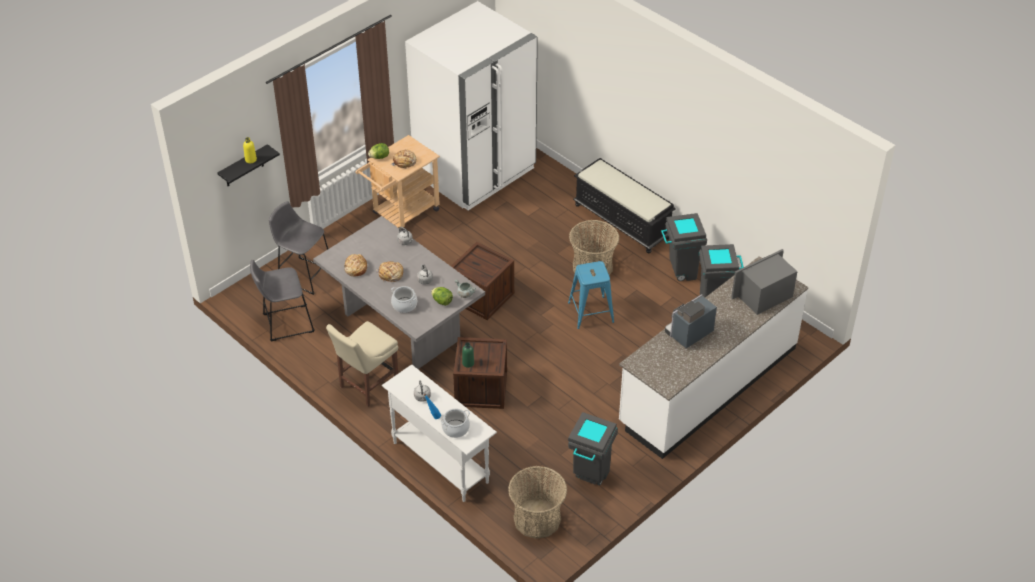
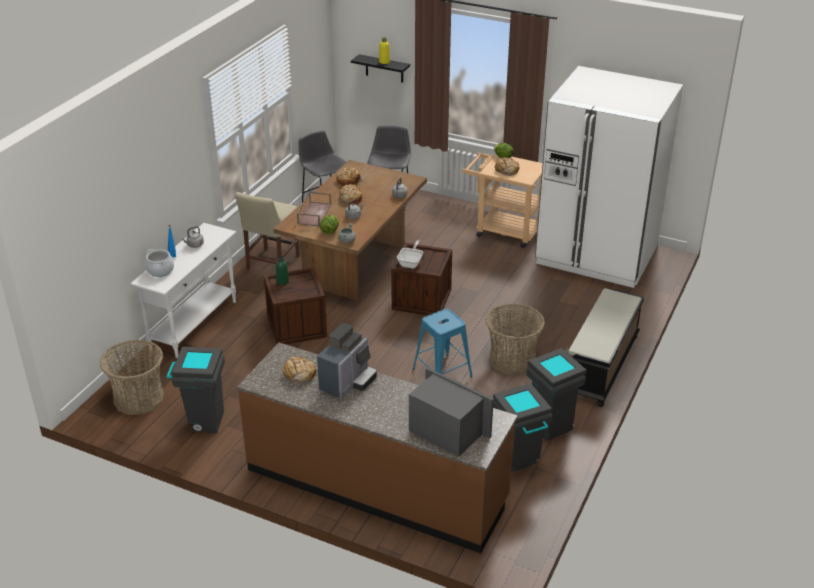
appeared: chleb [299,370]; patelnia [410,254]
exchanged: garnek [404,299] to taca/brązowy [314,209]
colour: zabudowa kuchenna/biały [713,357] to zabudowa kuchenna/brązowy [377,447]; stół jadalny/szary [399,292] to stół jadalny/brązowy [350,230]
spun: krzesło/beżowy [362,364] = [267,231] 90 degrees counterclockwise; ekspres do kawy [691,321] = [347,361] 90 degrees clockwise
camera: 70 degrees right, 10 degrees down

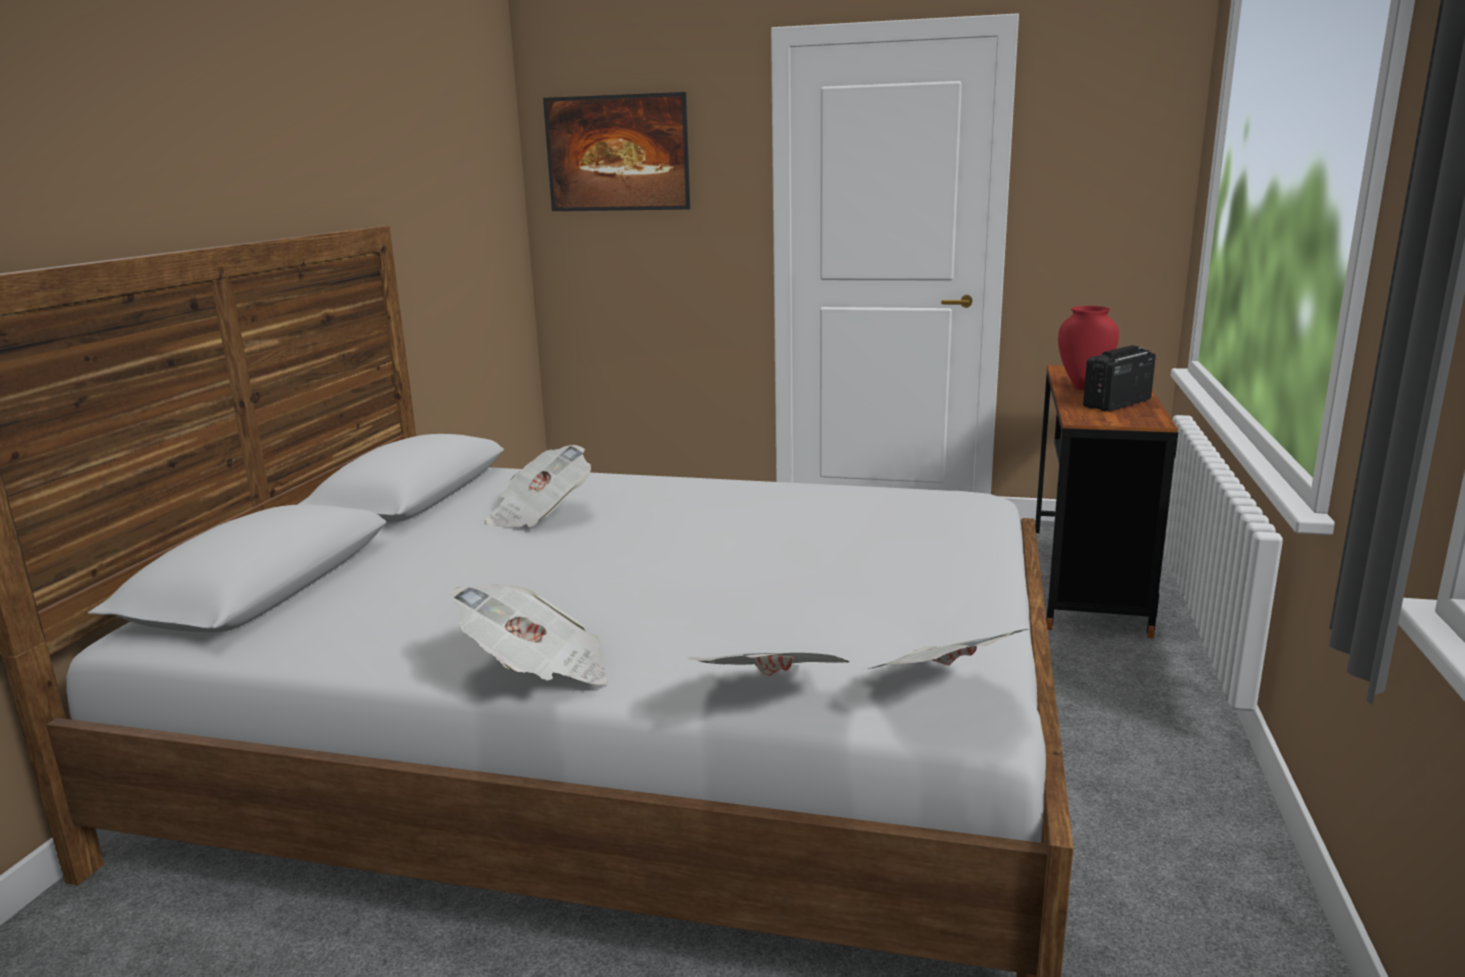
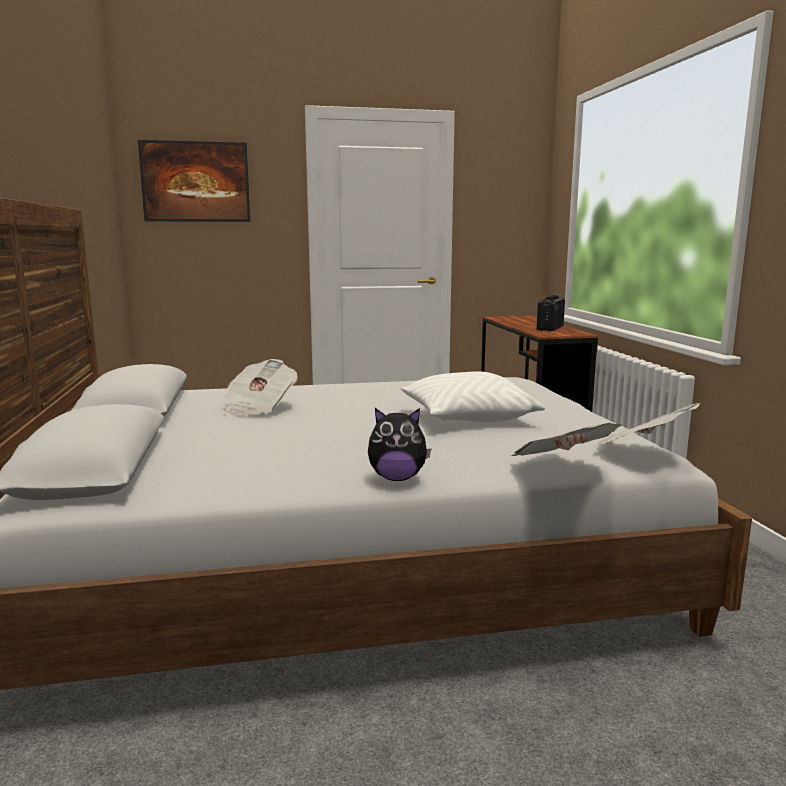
missing: wazon/czerwony [1088,348]
appeared: poduszka/biały [472,396]
exchanged: gazeta [529,634] to pluszak [400,444]
camera: 25 degrees left, 5 degrees down

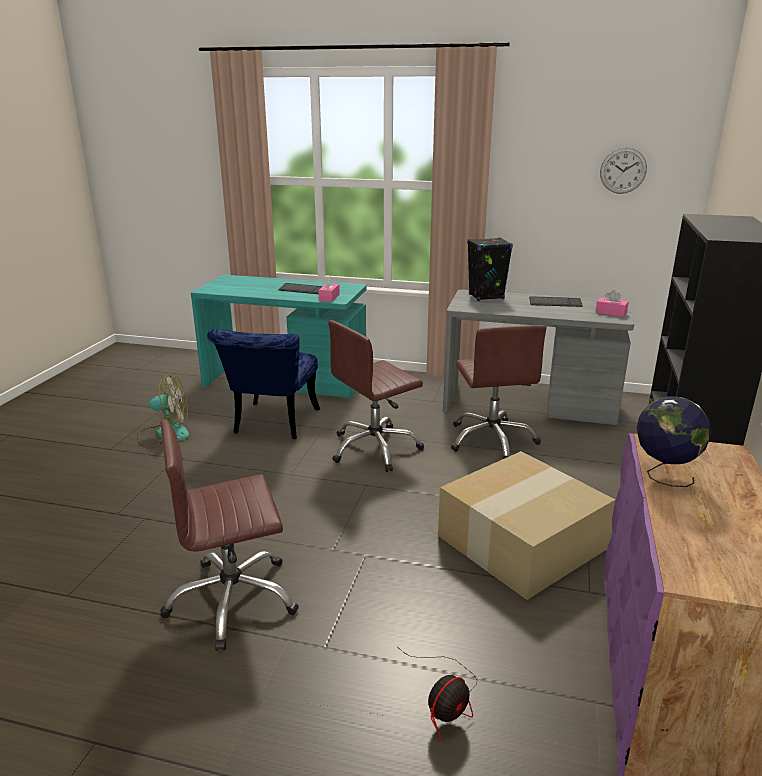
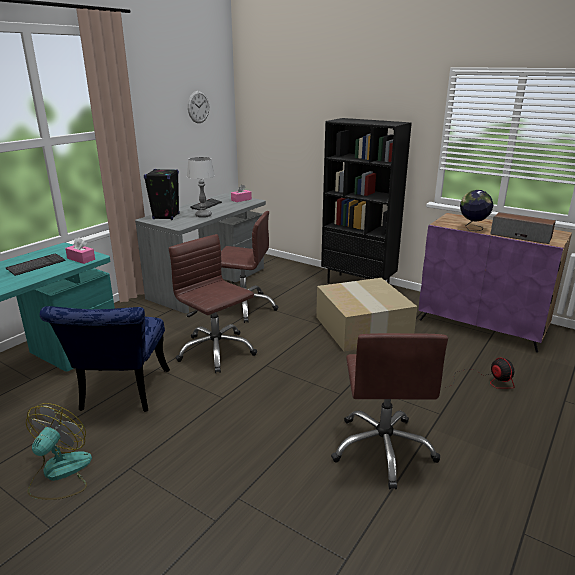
appeared: lampa stołowa [201,187]; głośnik [523,228]
spun: krzesło/niebieski [263,384] = [104,359] 60 degrees clockwise; krzesło biurowe/brązowy [376,396] = [213,303] 150 degrees clockwise
camera: 70 degrees left, 0 degrees up

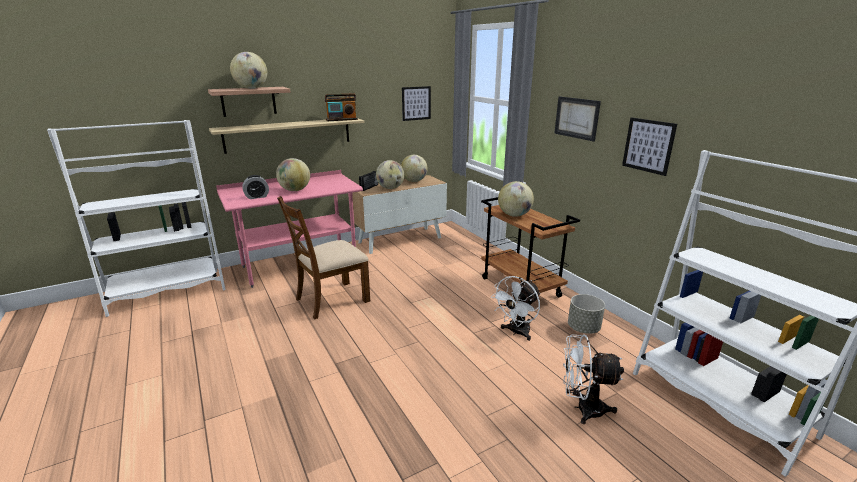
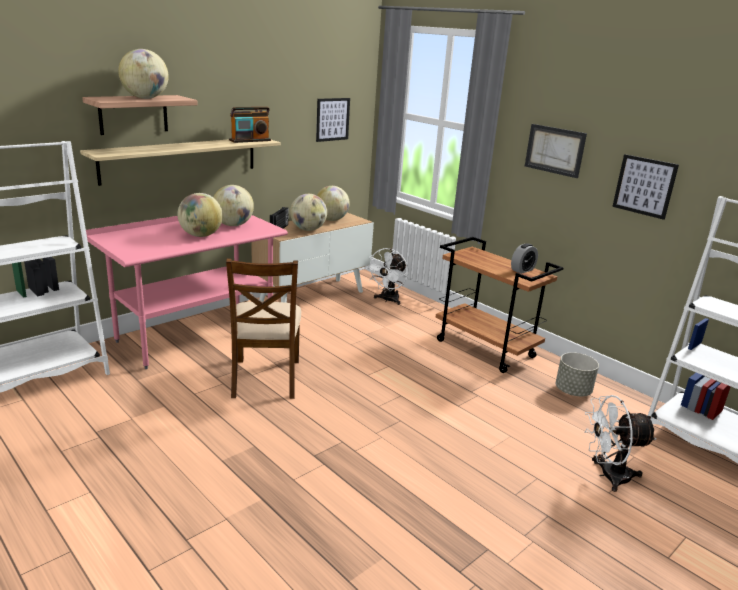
relocated: globus [516,199] to [233,205]; wentylator/biały [515,308] to [387,276]; budzik [255,187] to [524,258]
spun: krzesło/brązowy [323,258] = [263,328] 45 degrees counterclockwise
camera: 15 degrees left, 0 degrees up

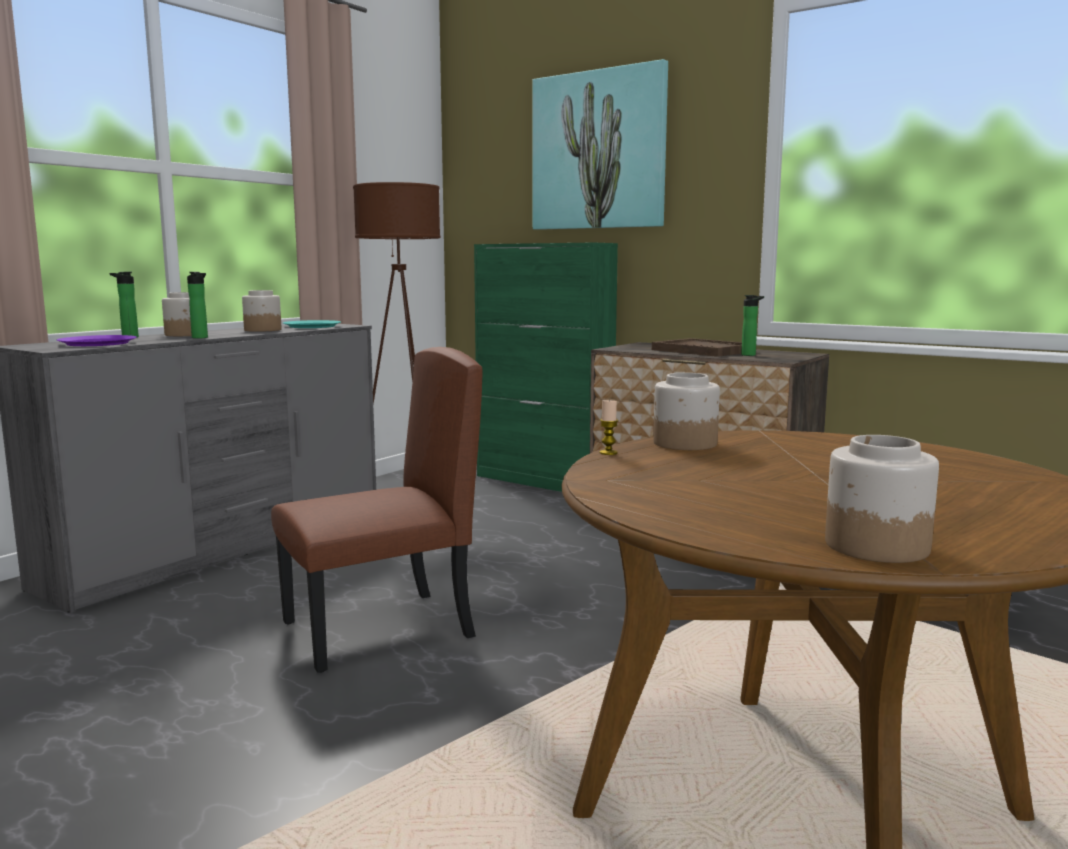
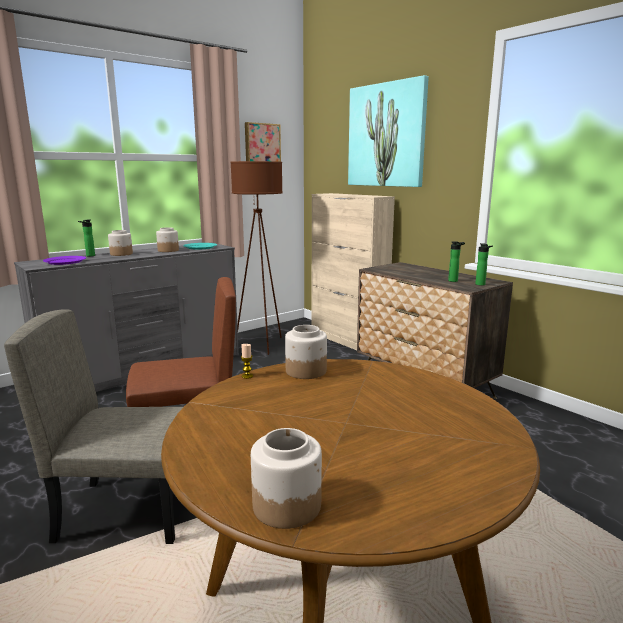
missing: taca/brązowy [697,347]
appeared: krzesło/beżowy [93,426]; obraz [263,142]
relocated: butelka [197,305] to [484,264]
colour: szafka/zielony [546,367] to szafka/beżowy [353,271]
camera: 15 degrees right, 5 degrees up

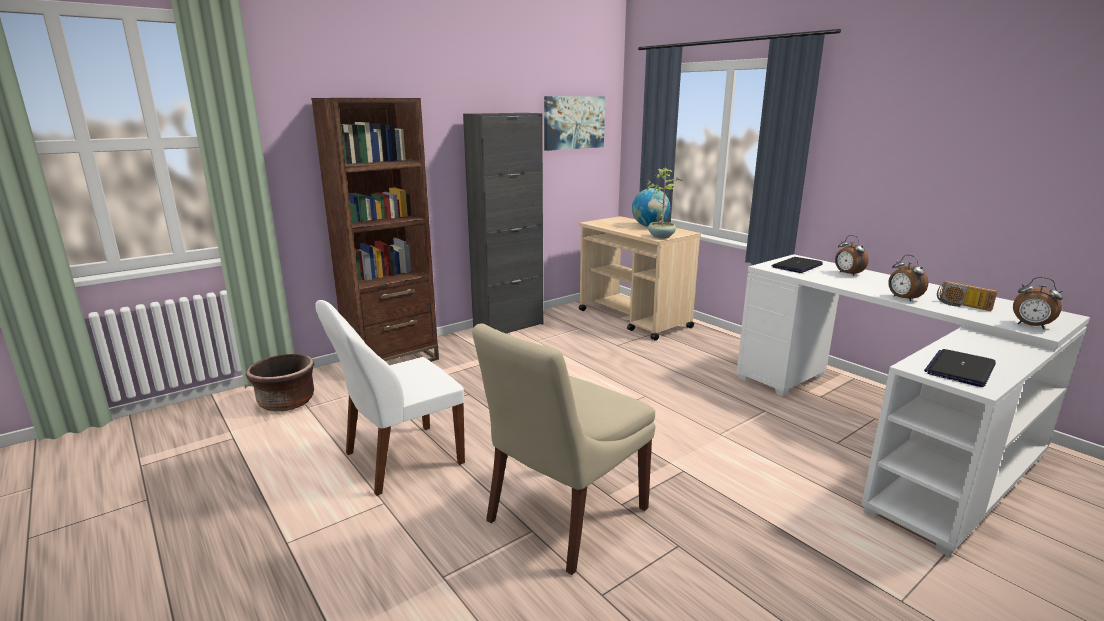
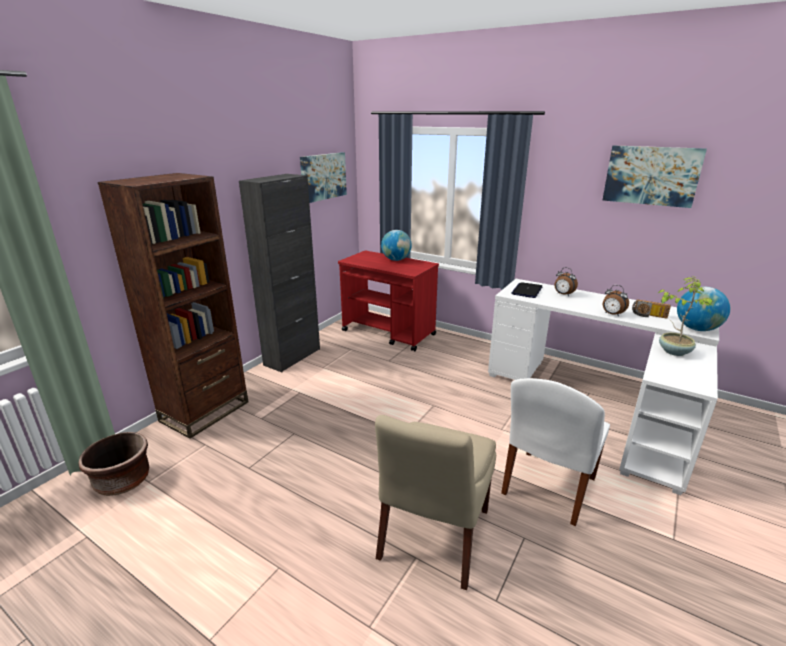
missing: laptop [960,368]
appeared: obraz [655,176]
relocated: krzesło/biały [390,398] to [555,452]; roślina doniczkowa [663,203] to [685,316]
exchanged: budzik [1038,303] to globus [703,309]
colour: wózek/beżowy [640,278] to wózek/czerwony [388,301]
camera: 20 degrees left, 5 degrees up

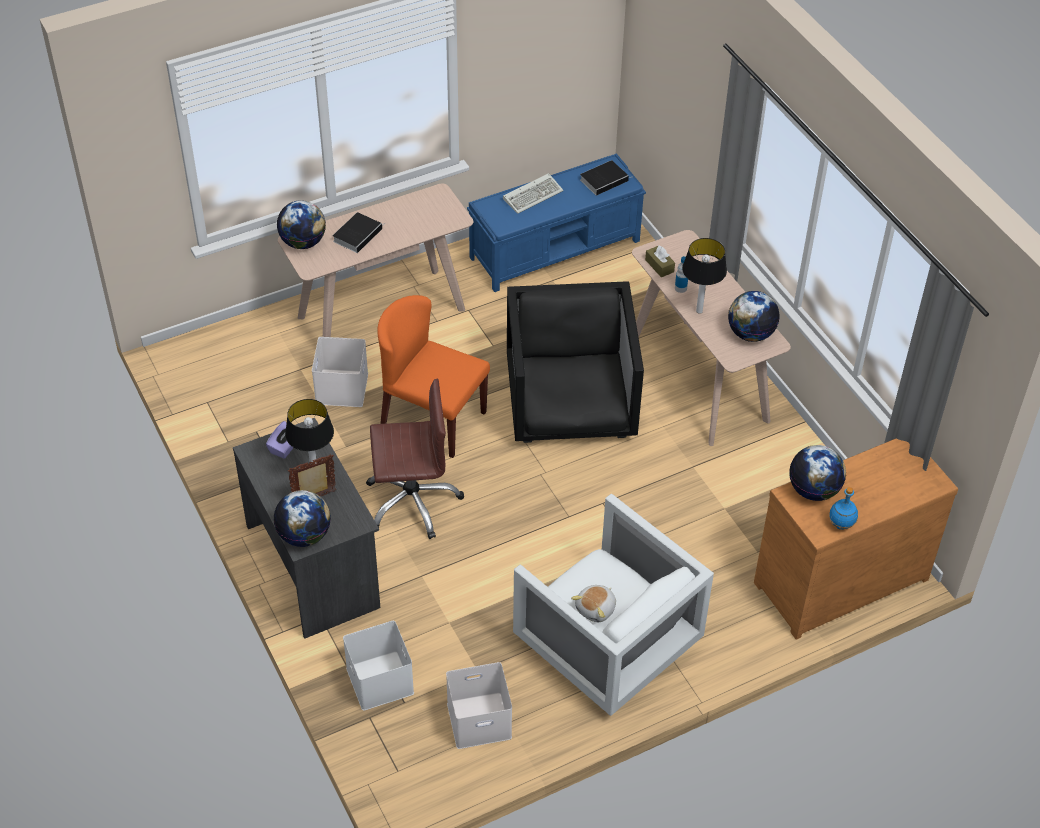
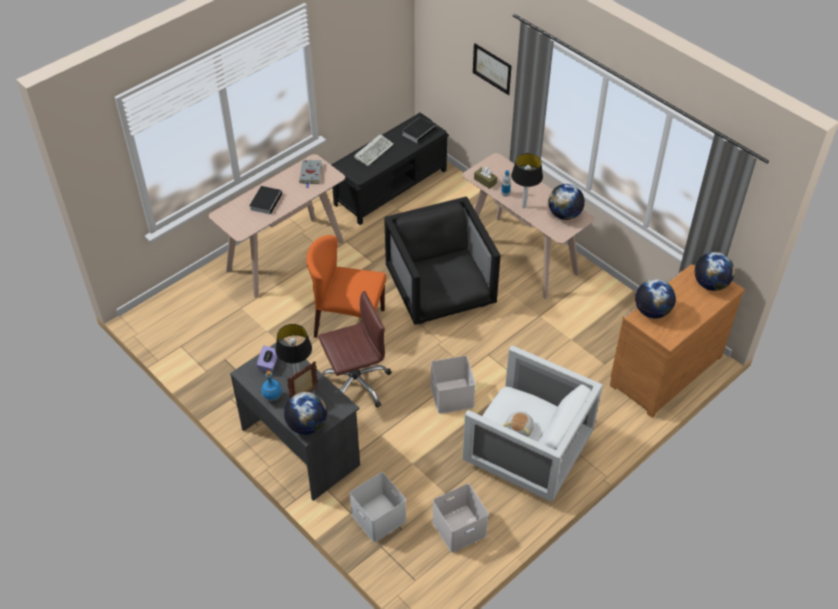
appeared: książka/szary [310,174]; obraz [492,69]
relocated: butelka/niebieski [843,508] to [271,386]; pojemnik do przechowywania/biały [340,372] to [453,385]; globus [301,224] to [715,271]
colour: ławka/niebieski [556,222] to ławka/czarny [390,169]
camera: 15 degrees left, 0 degrees up

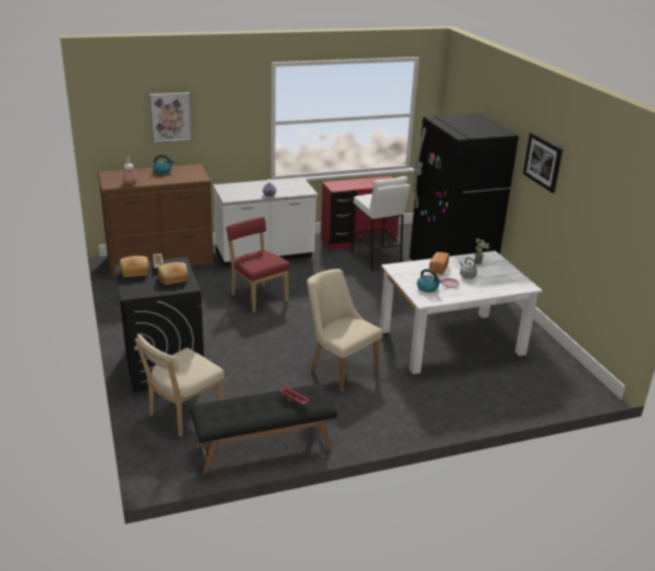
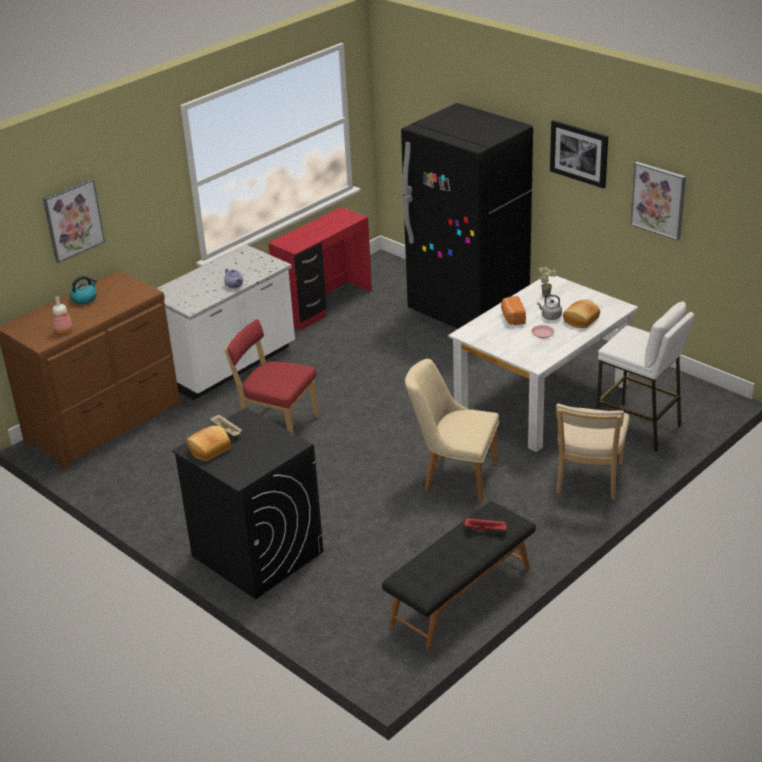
missing: czajnik [429,280]
appeared: obraz [658,201]
relocated: krzesło/beżowy [180,385] to [592,452]; chleb [173,273] to [581,313]; stołek/biały [380,223] to [645,376]
camera: 25 degrees left, 5 degrees up

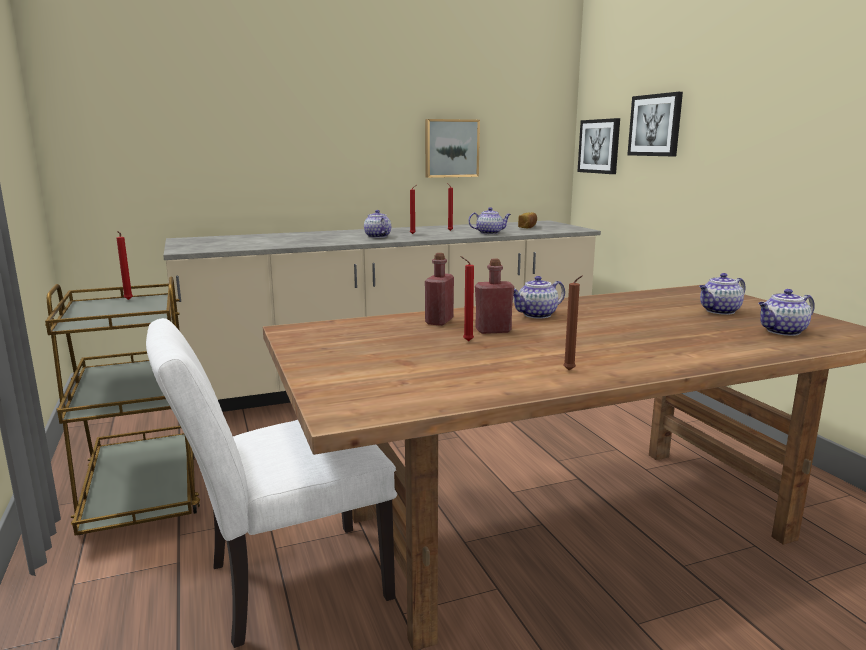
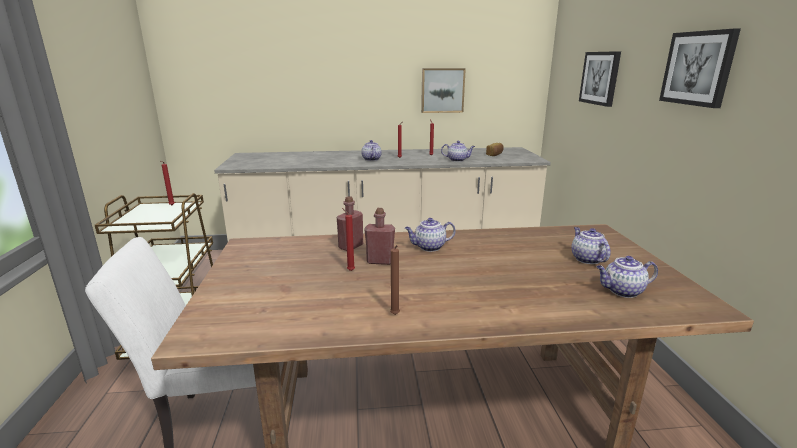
relocated: obraz [598,146] to [700,68]
spun: imbryk [722,294] = [591,245] 90 degrees clockwise
camera: 15 degrees right, 5 degrees up

